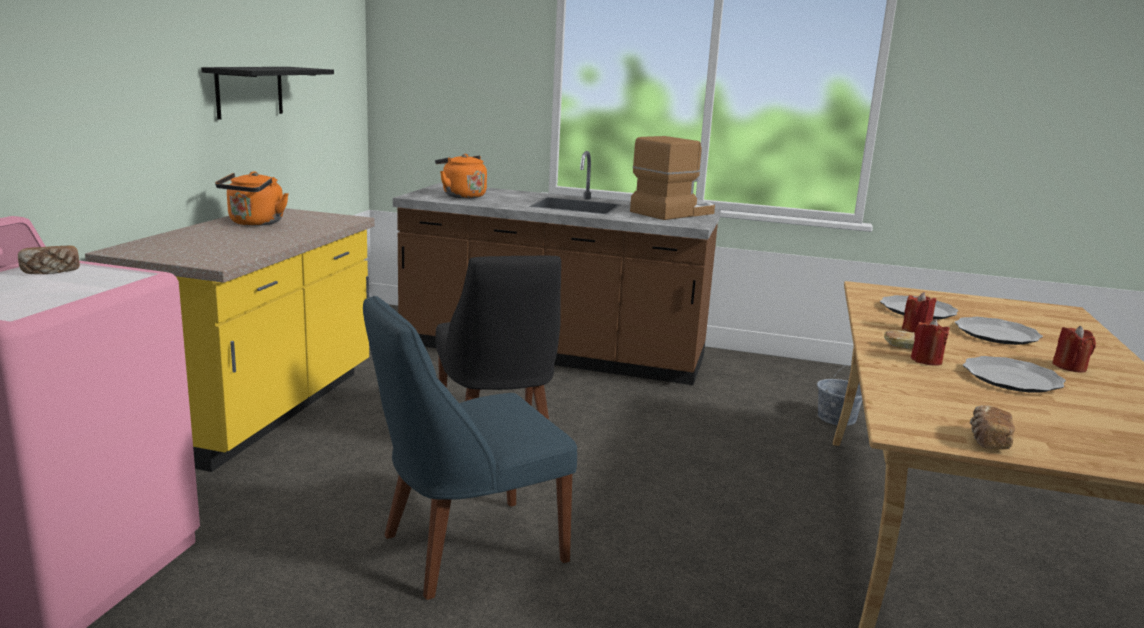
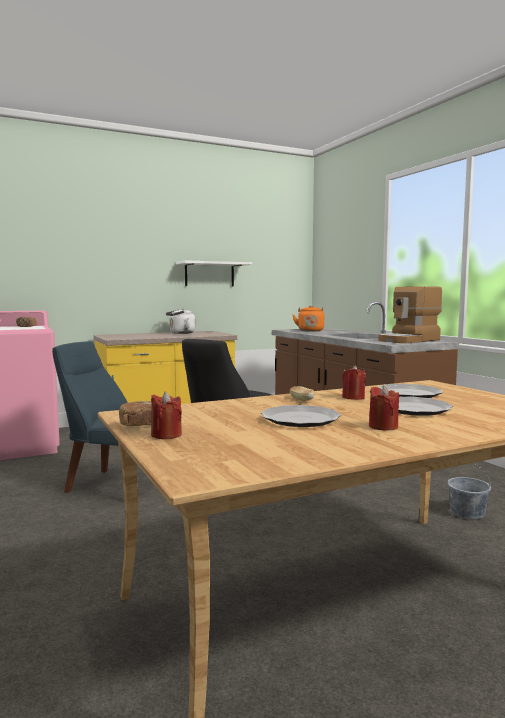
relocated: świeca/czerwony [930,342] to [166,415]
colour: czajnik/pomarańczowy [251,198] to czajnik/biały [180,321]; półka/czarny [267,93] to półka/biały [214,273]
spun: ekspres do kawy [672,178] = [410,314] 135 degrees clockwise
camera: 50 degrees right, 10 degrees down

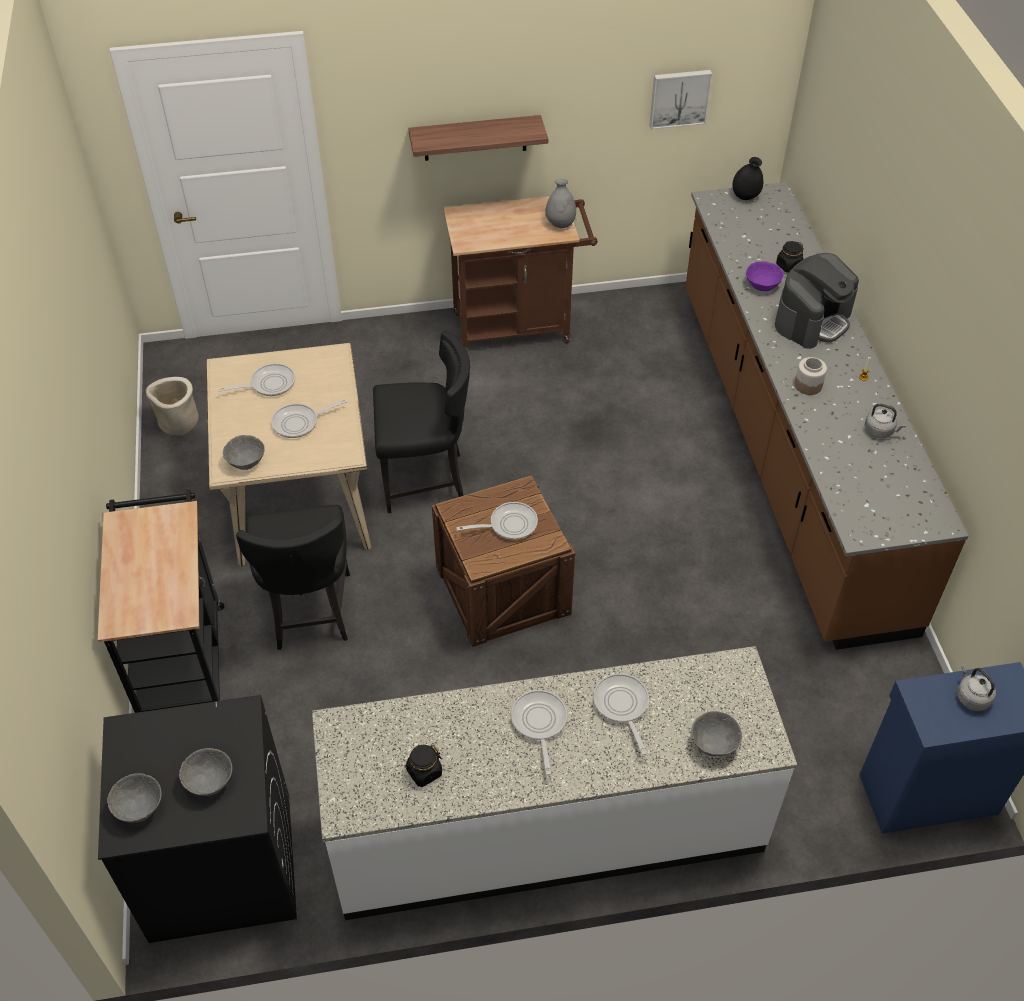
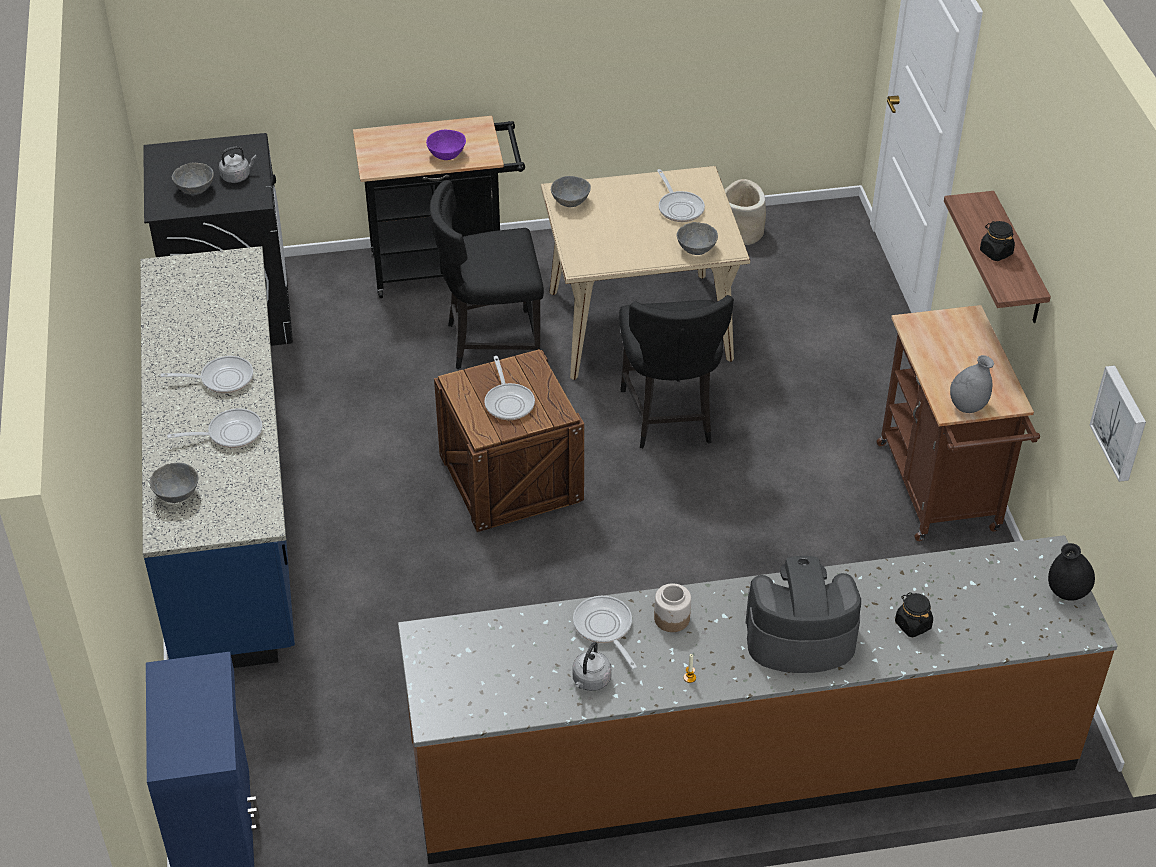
relocated: czajnik/szary [976,687] to [238,164]; miska/fioletowy [765,276] to [446,145]; patelnia [309,418] to [605,632]; miska/szary [134,798] to [697,238]; słoik/czarny [423,766] to [997,241]
colour: zabudowa kuchenna/biały [554,783] to zabudowa kuchenna/niebieski [217,457]
spun: ekspres do kawy [817,301] = [803,614] 135 degrees clockwise
camera: 90 degrees right, 5 degrees down

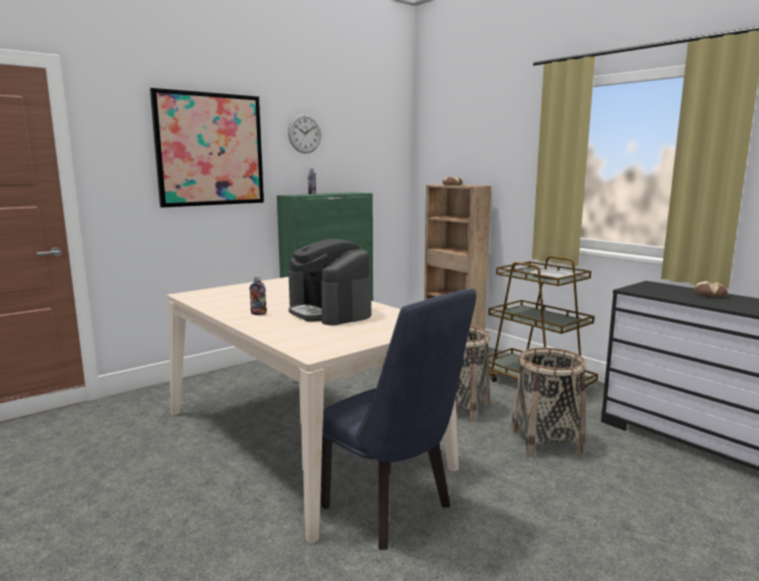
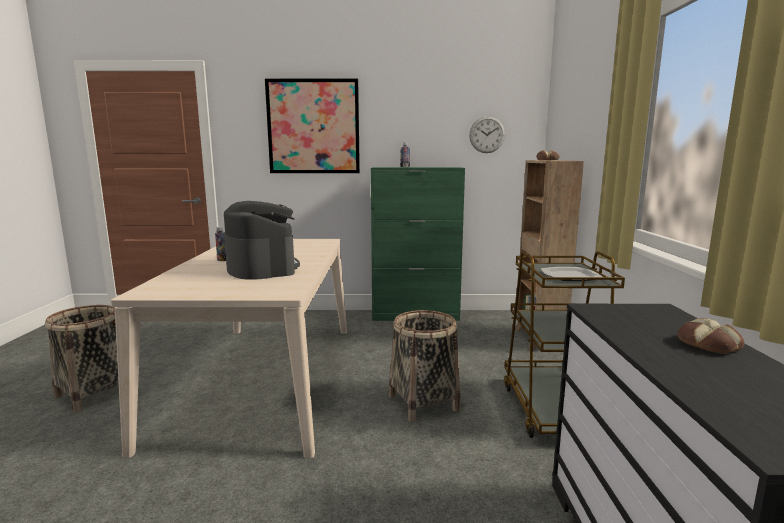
missing: krzesło/niebieski [398,419]
relocated: koszyk [548,402] to [82,359]; zegar ścienny [304,134] to [487,134]
spun: ekspres do kawy [329,282] = [262,240] 150 degrees clockwise
camera: 40 degrees right, 0 degrees up

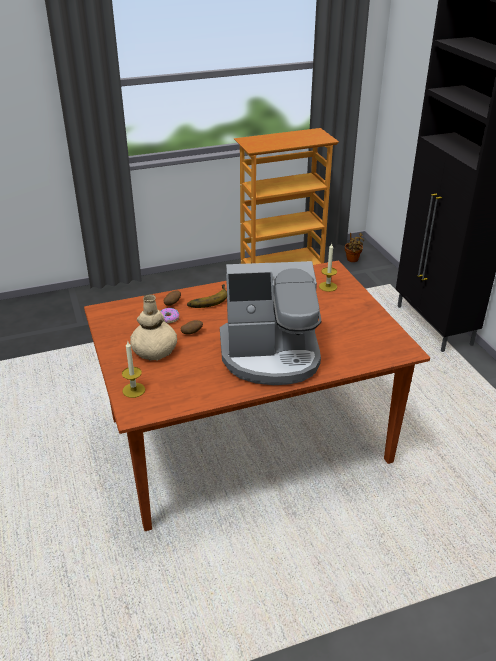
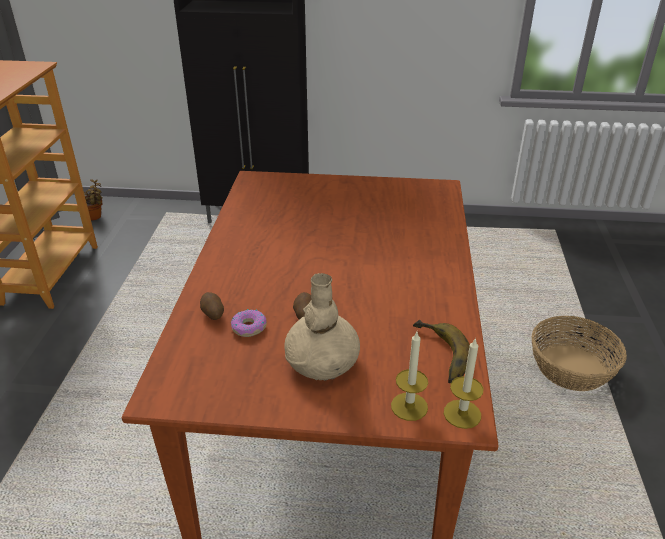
missing: ekspres do kawy [270,323]
appeared: koszyk [579,353]
relocated: banan [207,296] to [441,351]; świeca [328,267] to [463,383]
camera: 65 degrees left, 0 degrees up

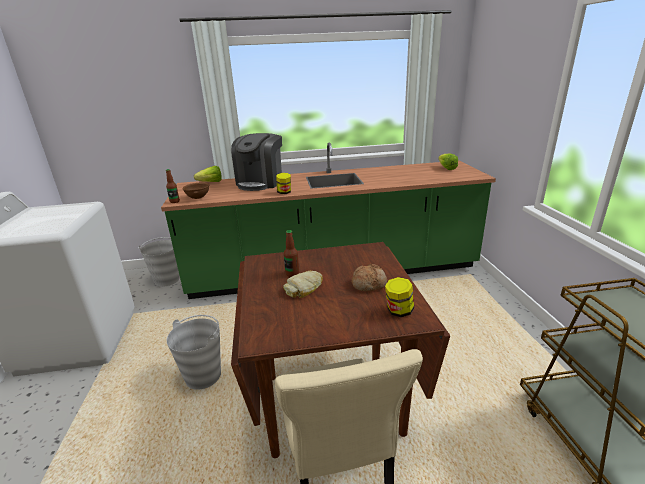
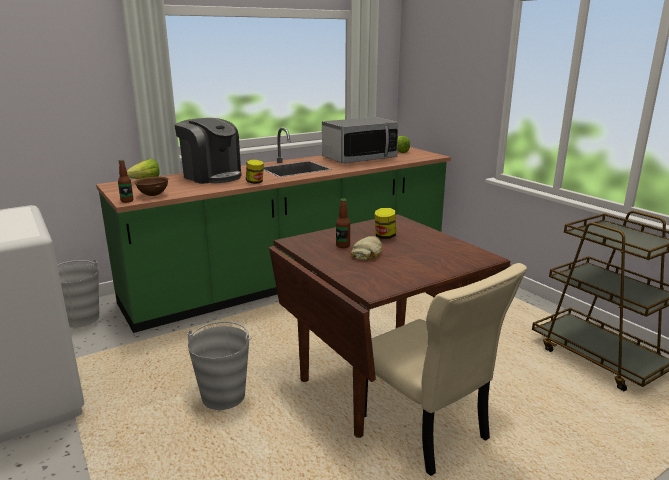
missing: chleb [369,277]
appeared: mikrofalówka [360,140]
relocated: słoik [399,297] to [385,223]
spun: ekspres do kawy [256,162] = [208,151] 45 degrees counterclockwise
camera: 25 degrees left, 5 degrees down

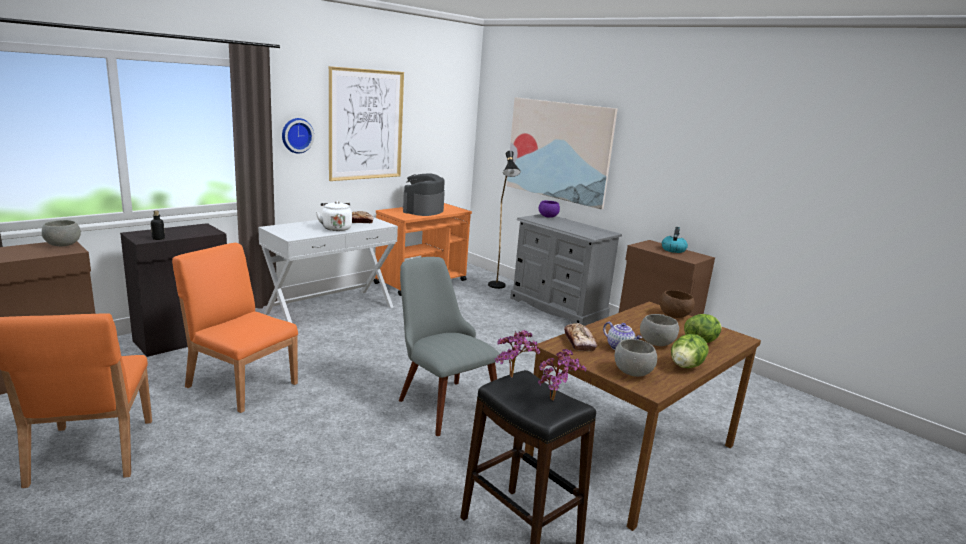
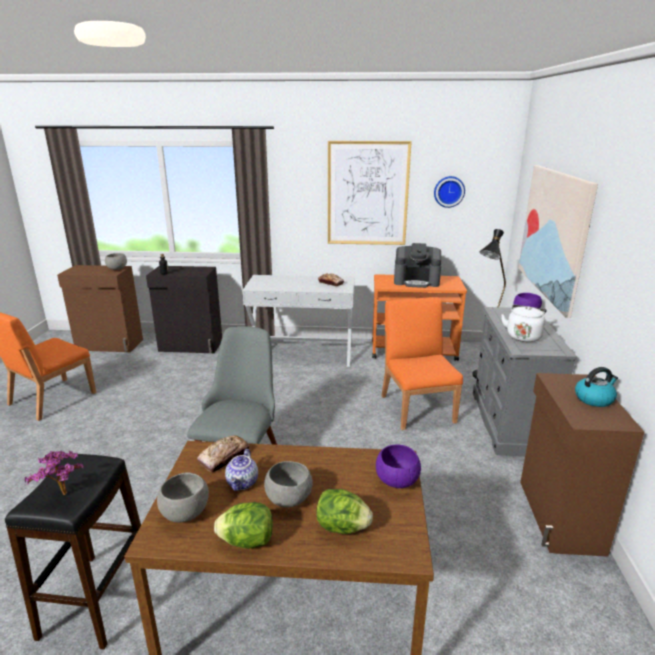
missing: roślina doniczkowa [517,353]
relocated: krzesło/pomarańczowy [235,328] to [422,363]; zegar ścienny [298,135] to [449,192]; czajnik/biały [334,216] to [524,323]
colour: miska/brązowy [677,304] to miska/fioletowy [398,466]
spun: ekspres do kawy [424,195] = [417,265] 150 degrees counterclockwise
camera: 50 degrees right, 5 degrees up

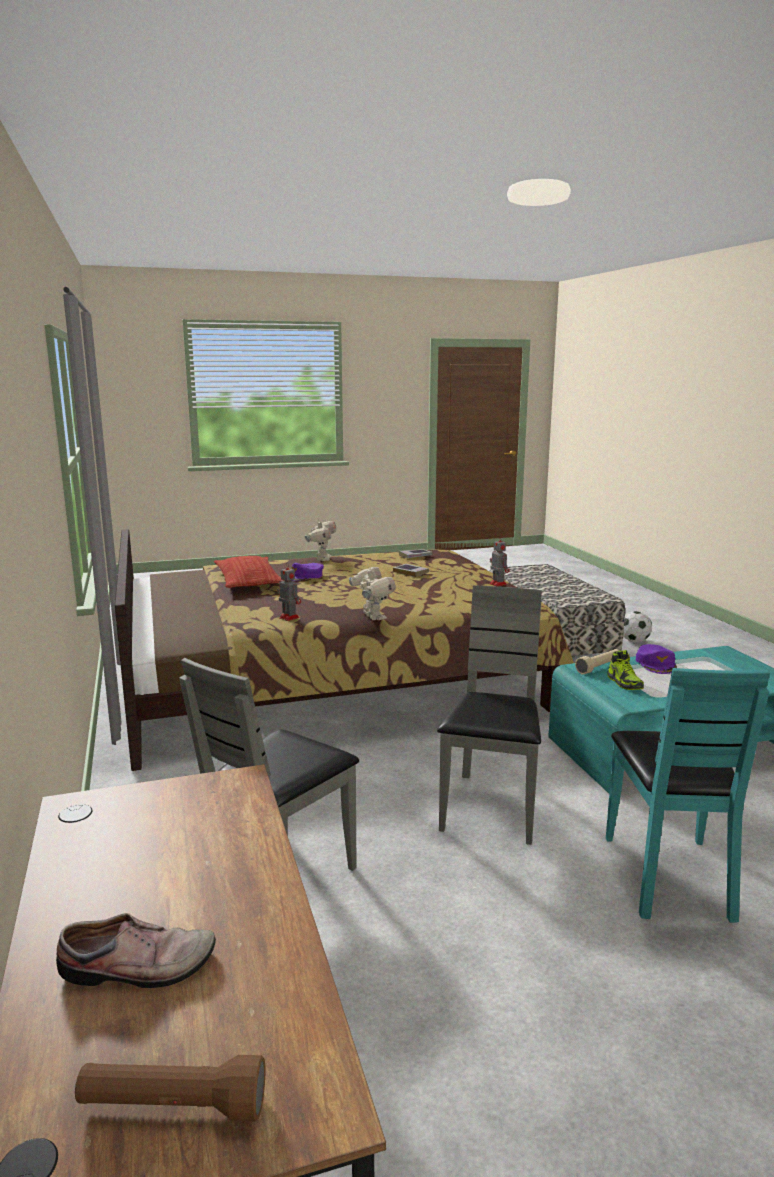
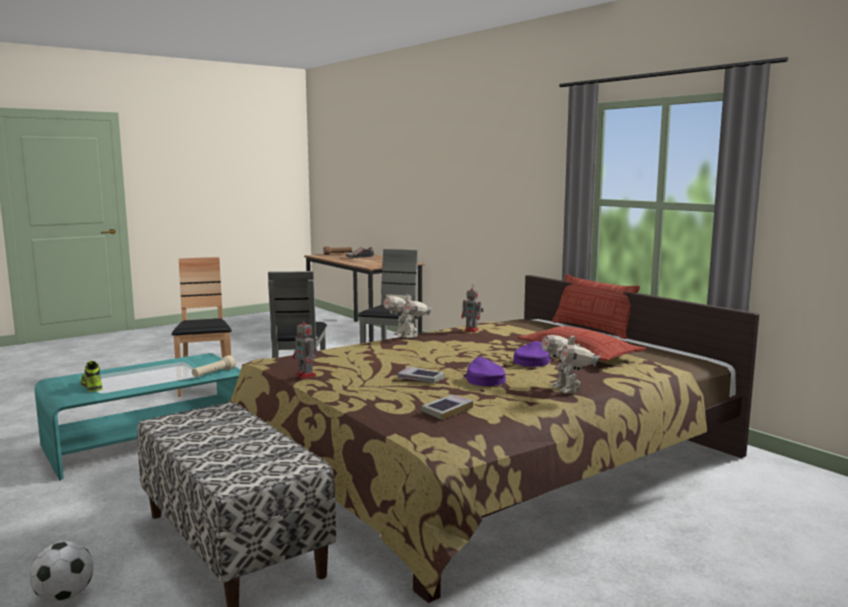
appeared: poduszka [596,306]
relocated: but [625,670] to [91,376]; czapka z daszkiem/fioletowy [656,659] to [485,371]
colour: krzesło/turkusowy [688,795] to krzesło/brązowy [201,327]
camera: 160 degrees right, 5 degrees down

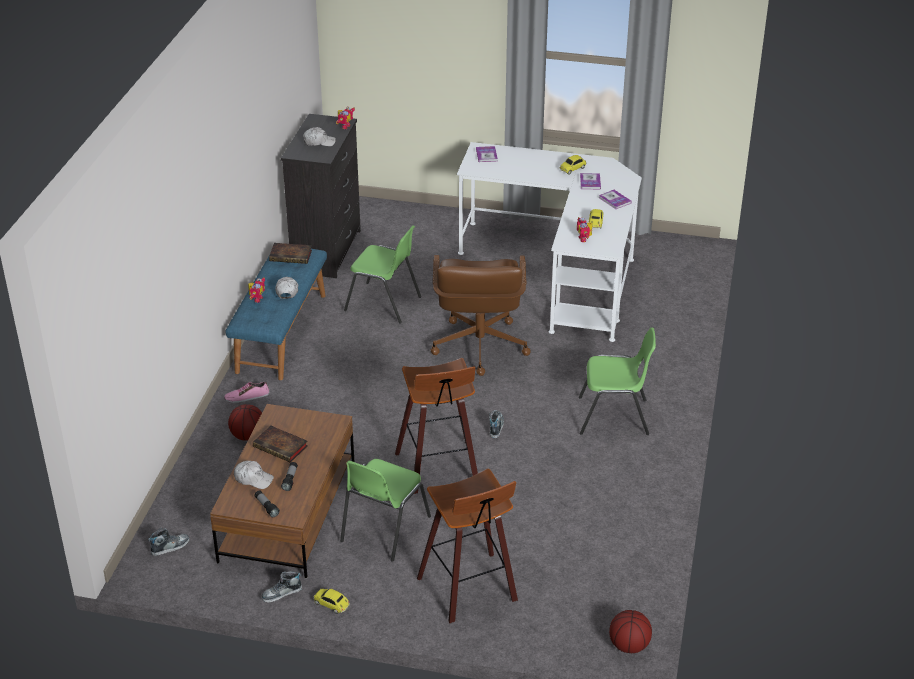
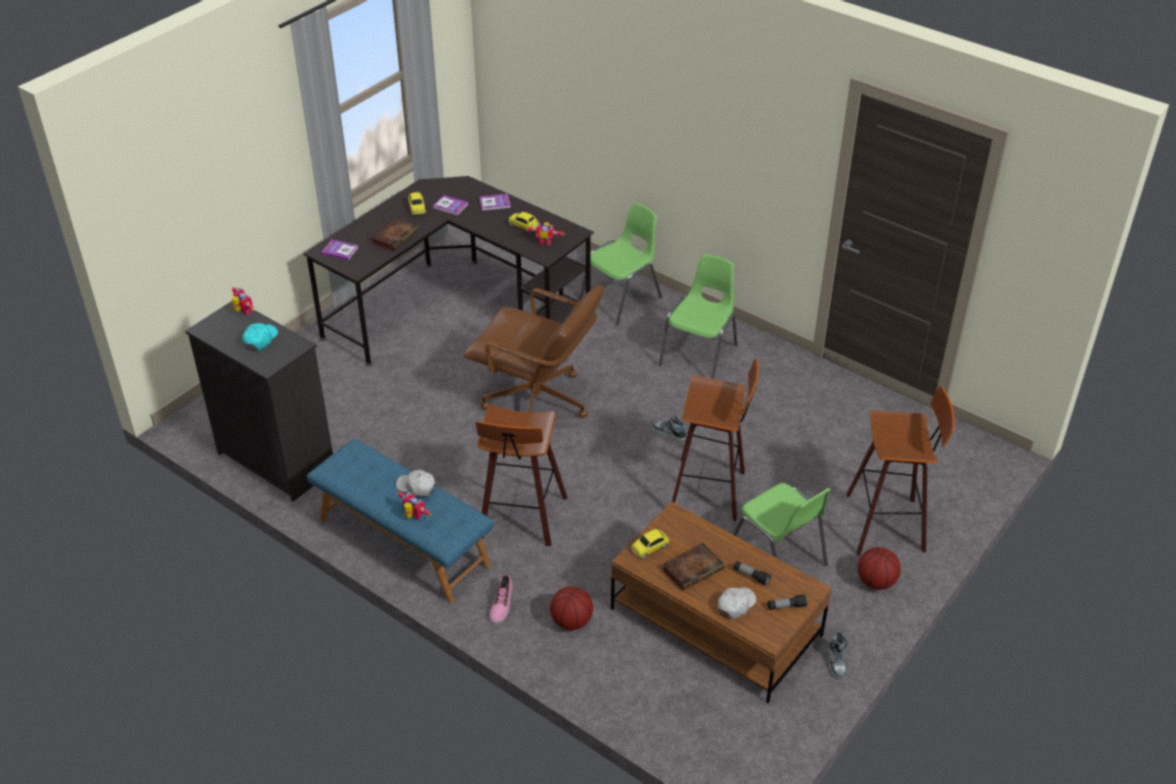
missing: but [169,542]
appeared: stołek [522,475]
relocated: książka [290,253] to [395,234]; krzesło/zielony [382,274] to [620,264]; samochodzik [332,601] to [650,544]; piłka do koszykówki [630,631] to [879,568]
colour: czapka z daszkiem/biały [319,136] to czapka z daszkiem/turkusowy [260,337]; biurko/biały [549,242] to biurko/czarny [448,271]
camera: 65 degrees left, 5 degrees up

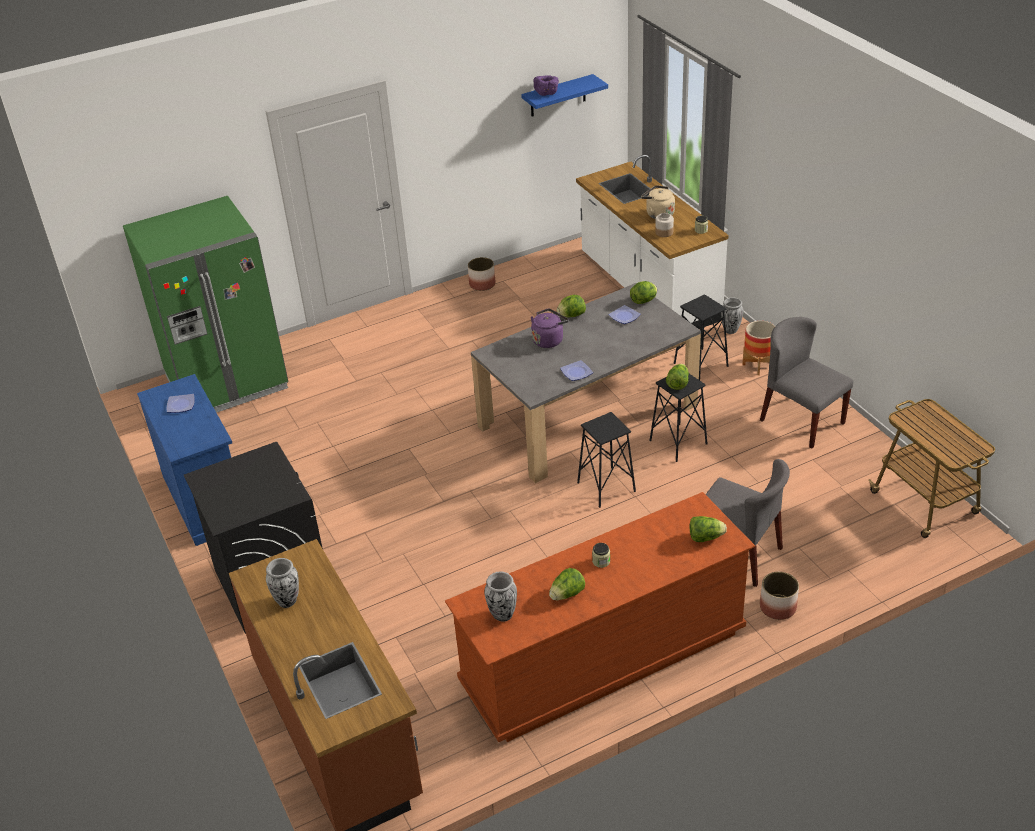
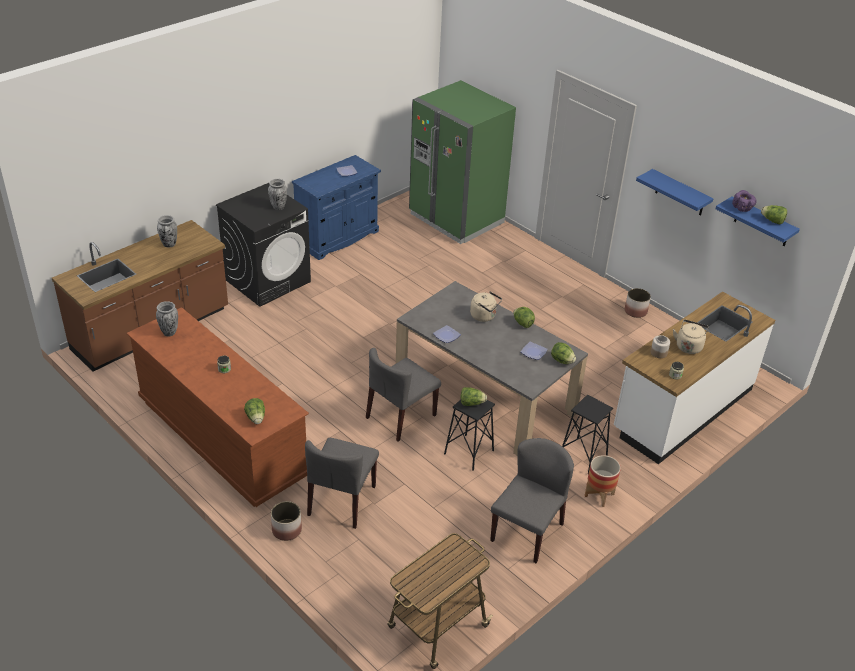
appeared: półka/niebieski [675,192]
relocated: wazon [732,315] to [277,194]; sałata [567,584] to [774,214]
exchanged: stołek/czarny [606,460] to krzesło/szary [403,395]
colour: czajnik/fioletowy [550,328] to czajnik/beżowy [486,307]
camera: 70 degrees right, 0 degrees up

